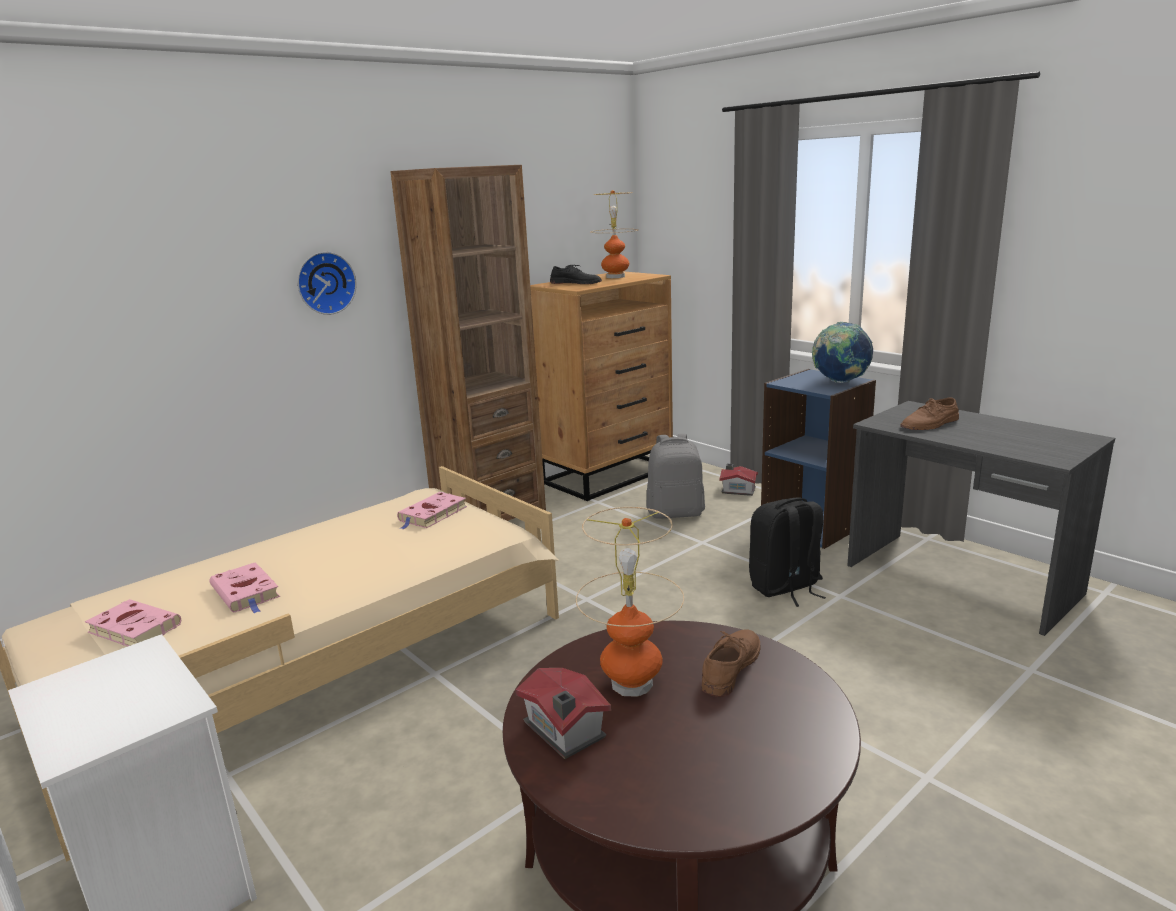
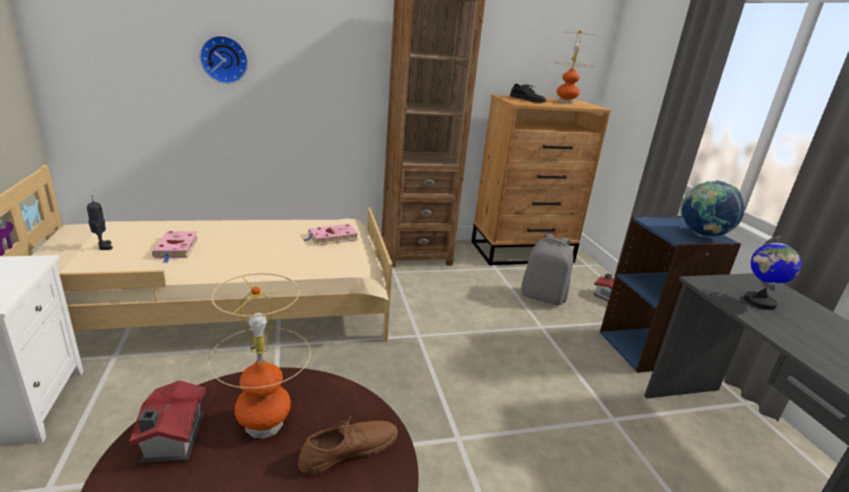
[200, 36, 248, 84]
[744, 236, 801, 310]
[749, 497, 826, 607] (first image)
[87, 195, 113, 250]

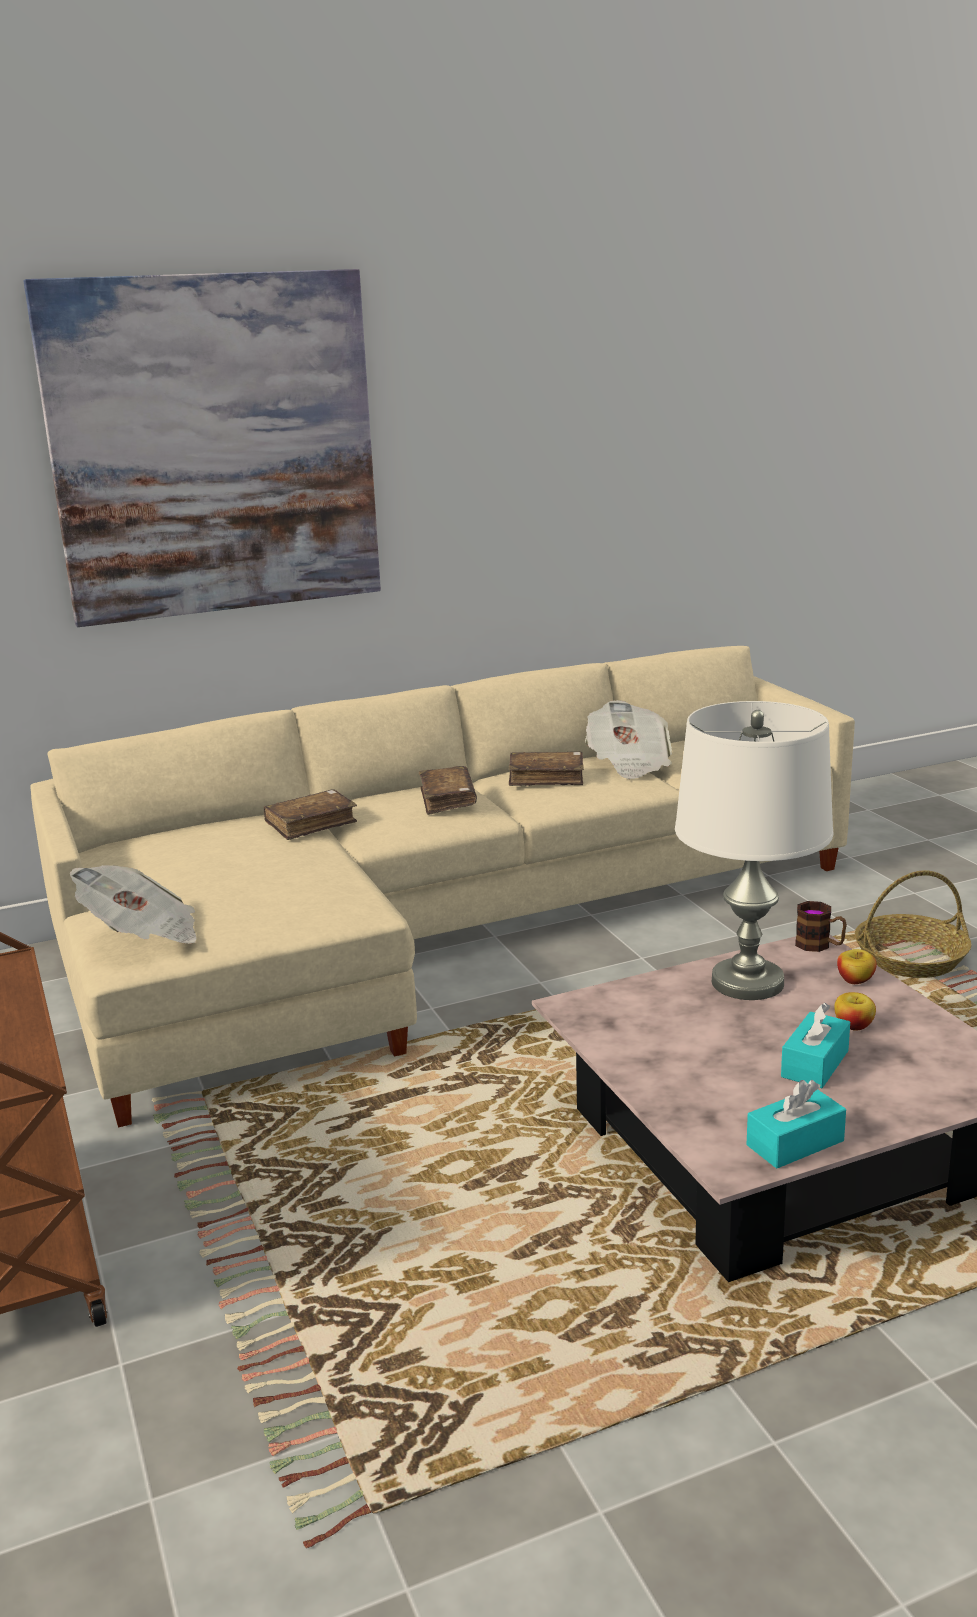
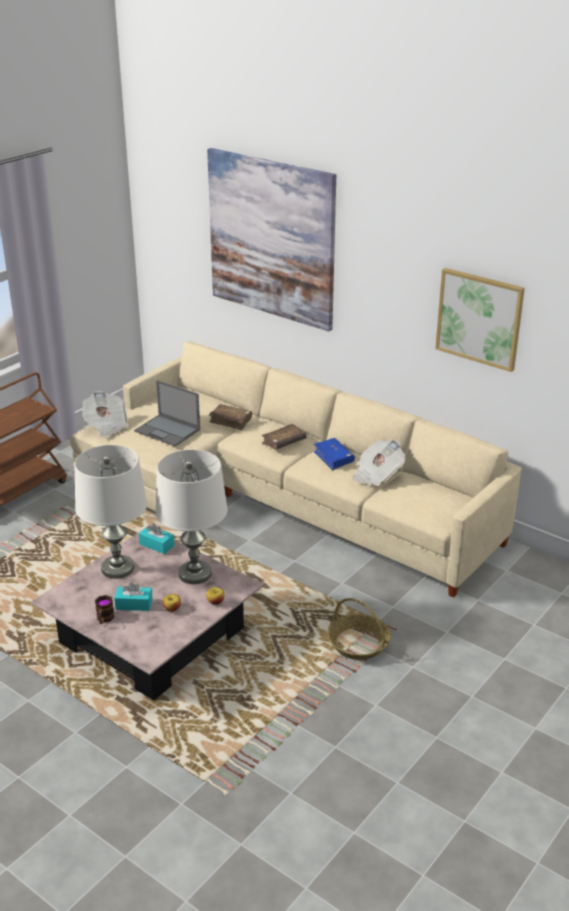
[314, 438, 355, 470]
[95, 595, 115, 624]
[139, 523, 175, 554]
[435, 268, 525, 372]
[134, 380, 200, 447]
[74, 445, 147, 579]

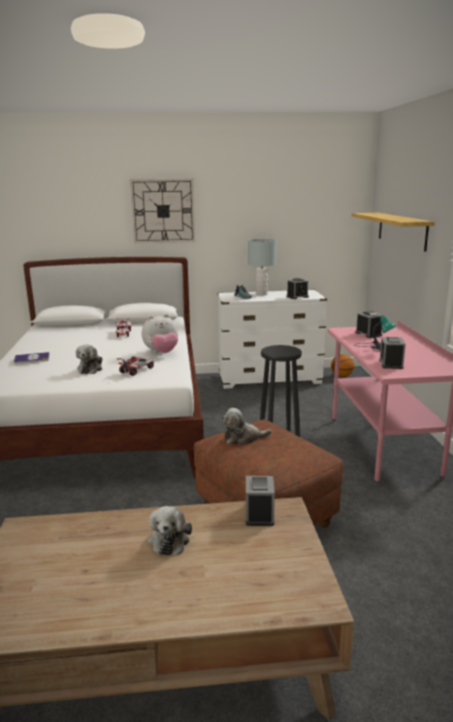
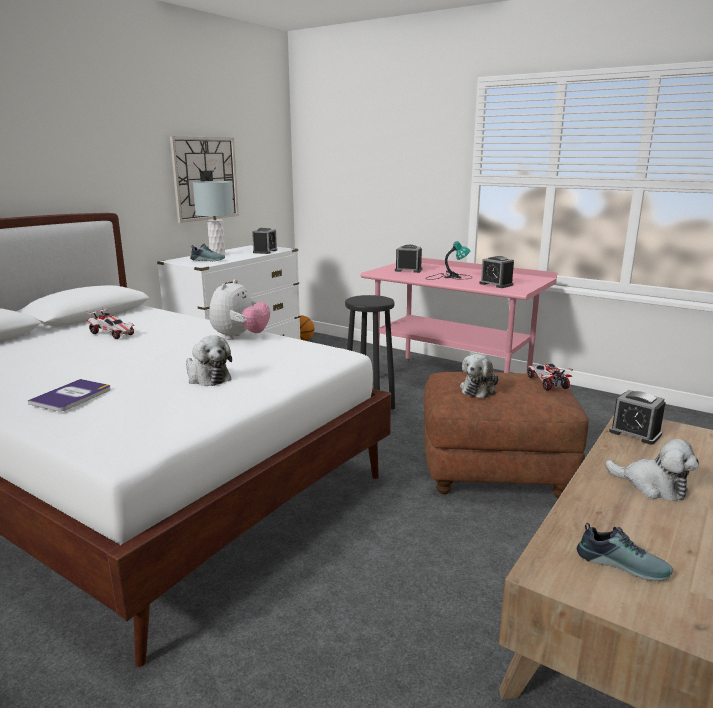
[170, 136, 239, 223]
[352, 213, 434, 252] (first image)
[526, 364, 573, 391]
[577, 523, 673, 581]

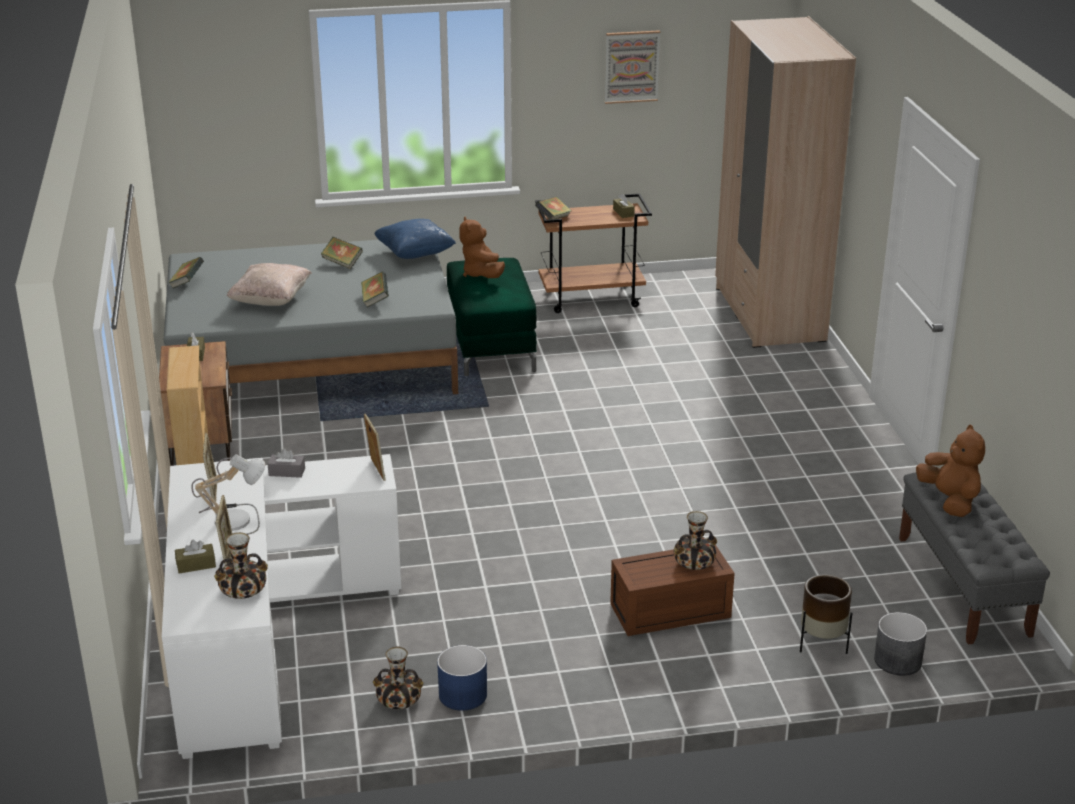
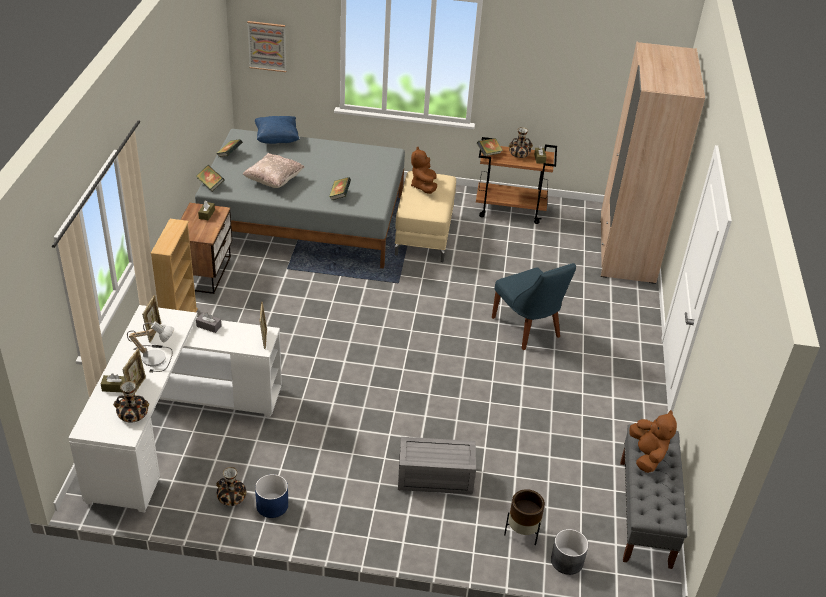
[247, 21, 286, 72]
[255, 116, 300, 144]
[196, 165, 224, 192]
[395, 171, 456, 262]
[509, 127, 533, 158]
[398, 437, 476, 494]
[492, 263, 576, 350]

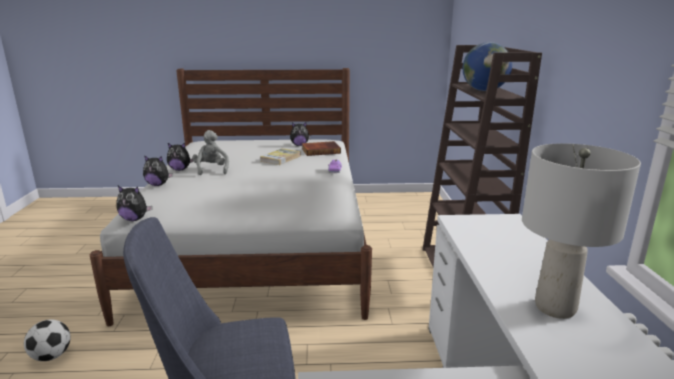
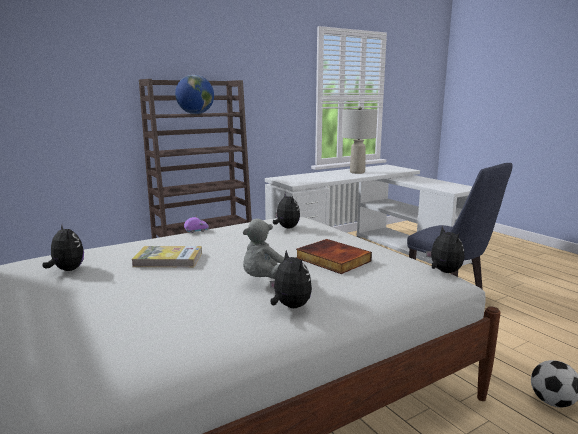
[296, 239, 372, 274]
[273, 192, 300, 229]

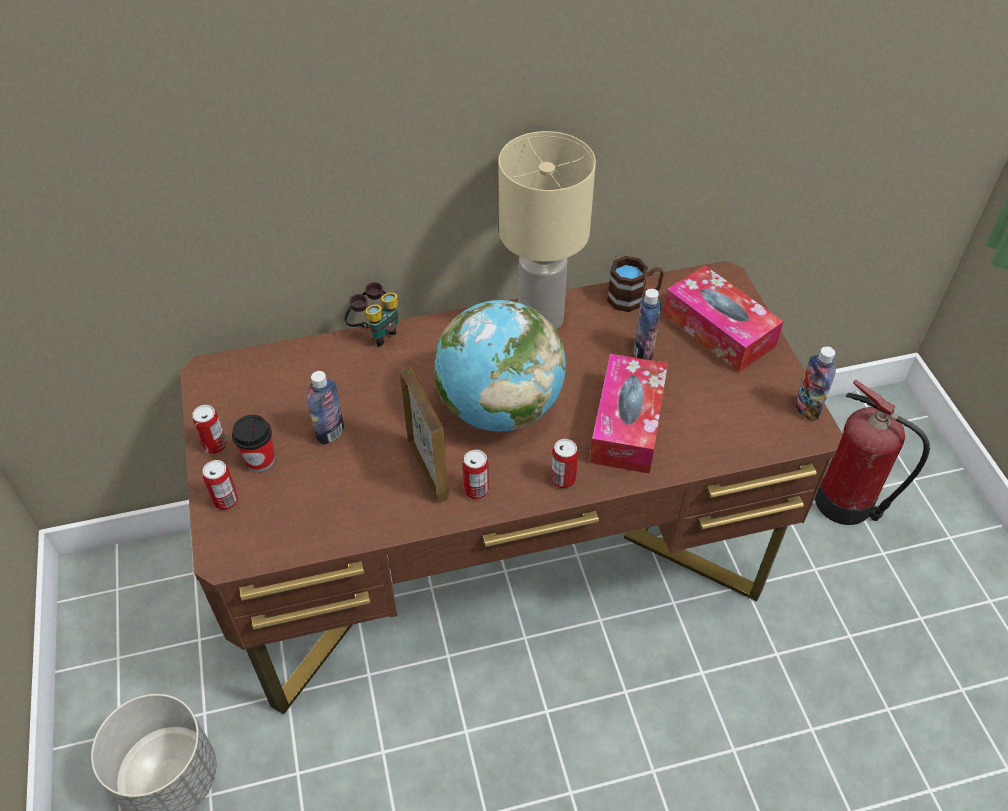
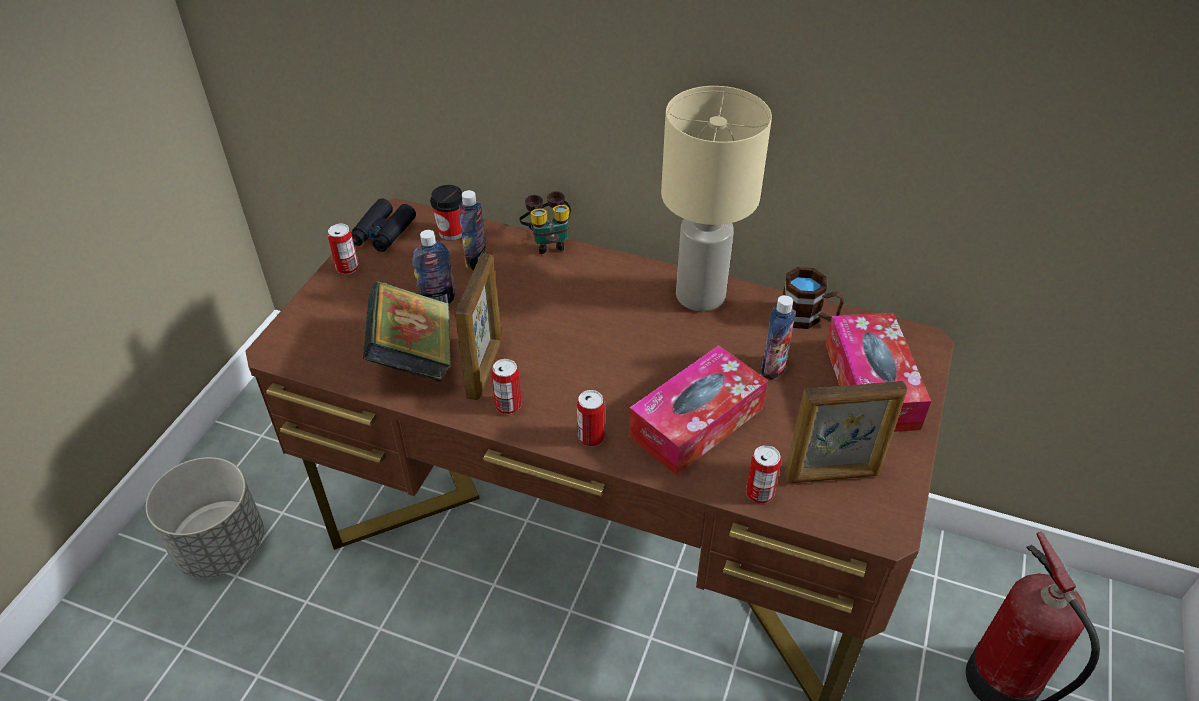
[434, 300, 566, 432] (first image)
[459, 190, 486, 270]
[430, 185, 462, 241]
[746, 445, 781, 503]
[351, 198, 416, 252]
[363, 281, 451, 382]
[785, 381, 907, 483]

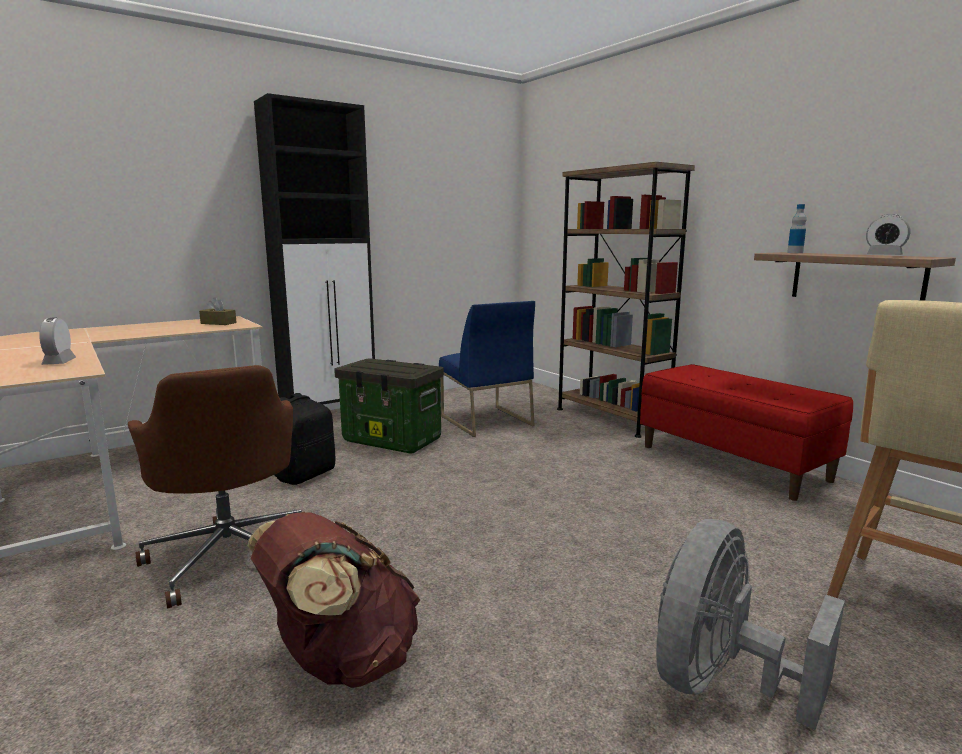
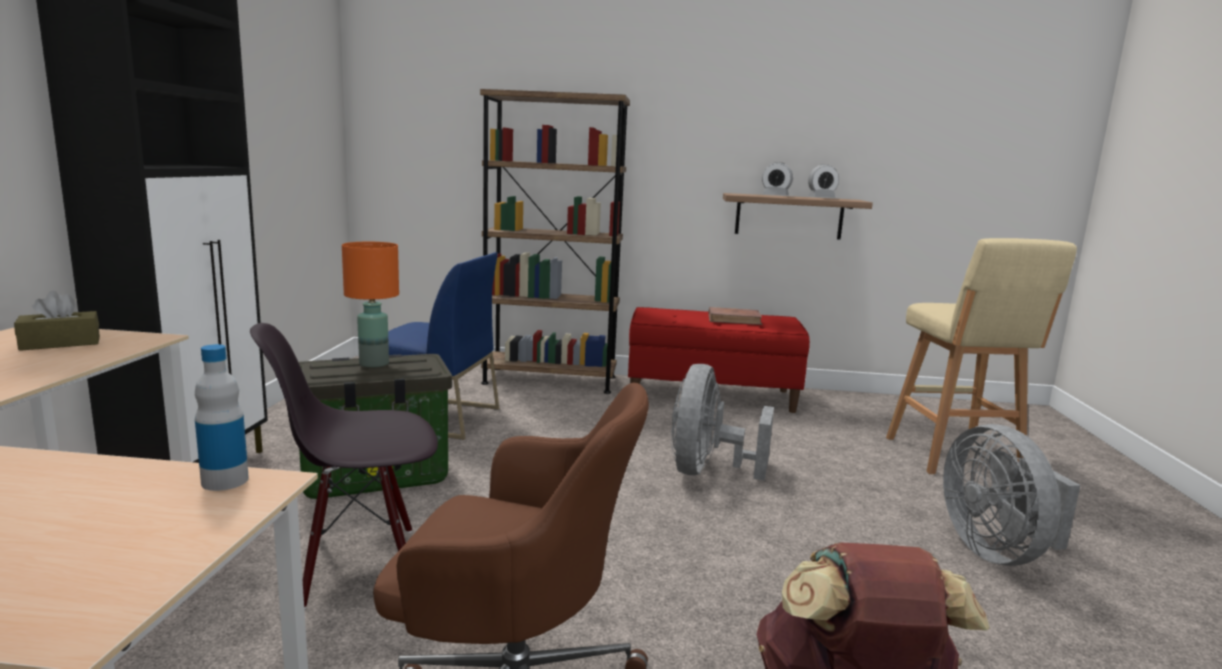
[195, 344, 249, 491]
[762, 162, 793, 196]
[250, 323, 438, 610]
[342, 242, 399, 368]
[708, 307, 763, 325]
[671, 364, 774, 481]

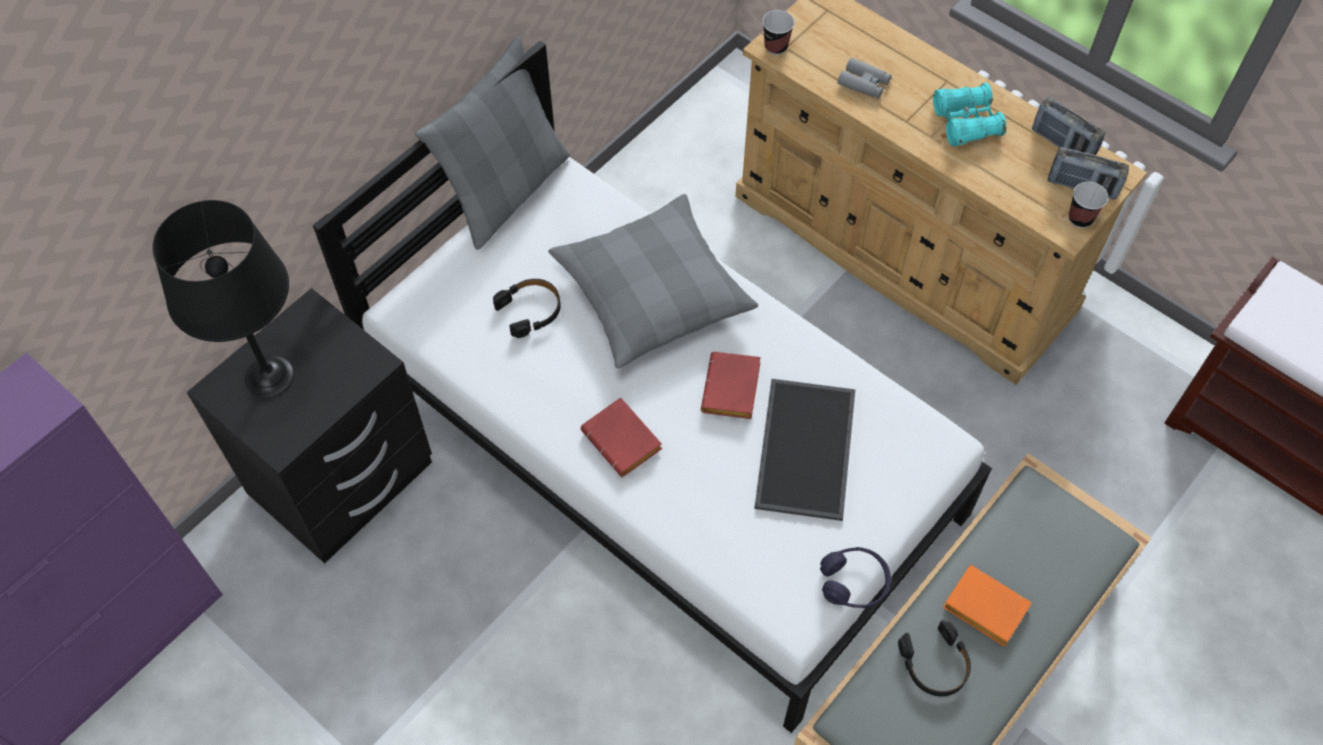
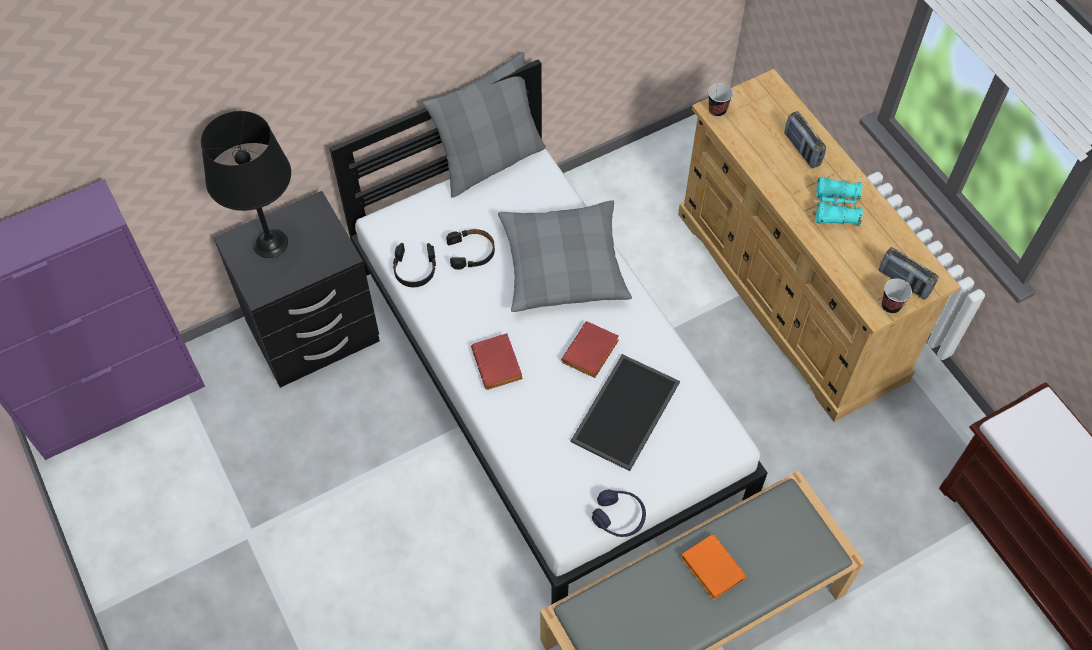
[837, 58, 892, 99] (first image)
[784, 111, 826, 168]
[393, 243, 436, 287]

